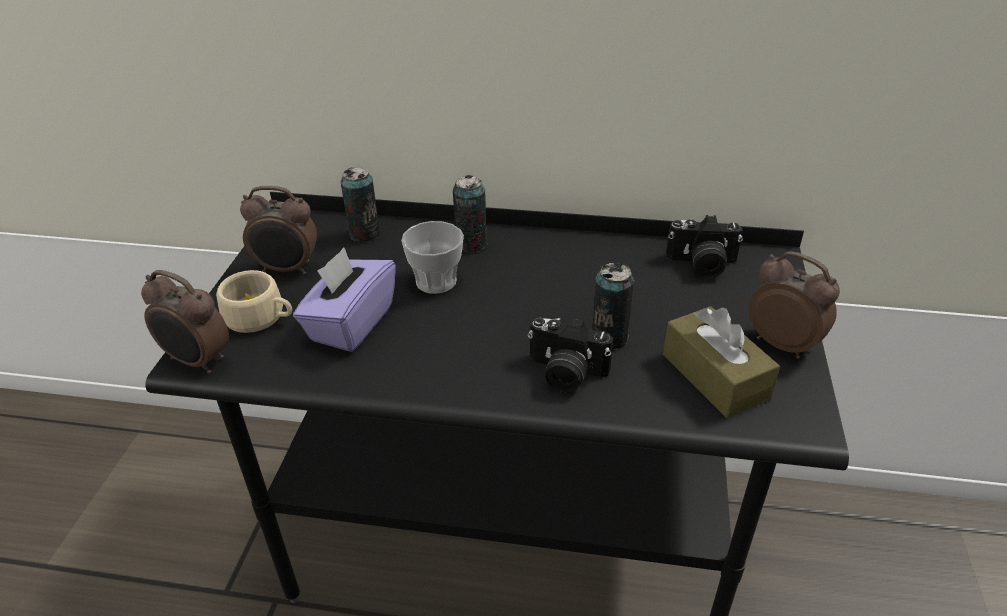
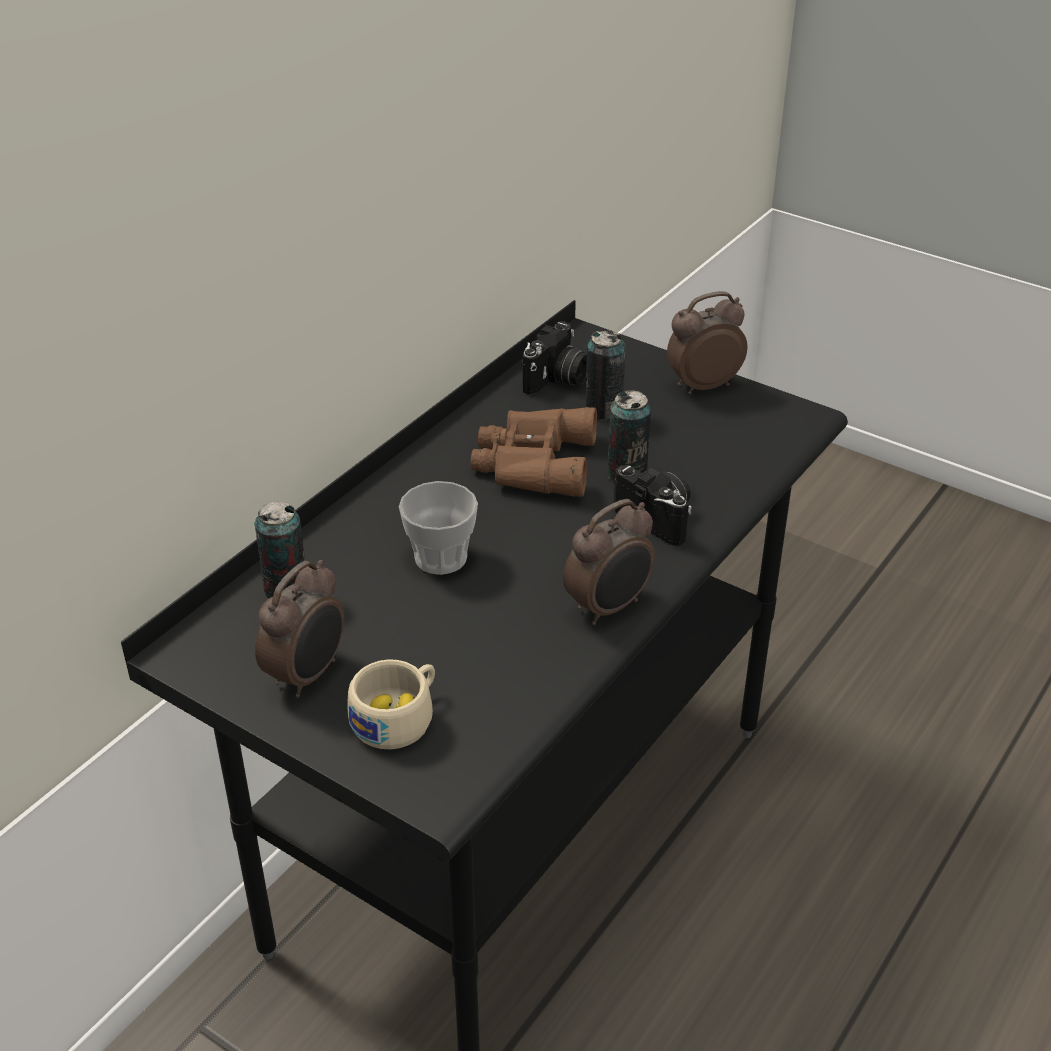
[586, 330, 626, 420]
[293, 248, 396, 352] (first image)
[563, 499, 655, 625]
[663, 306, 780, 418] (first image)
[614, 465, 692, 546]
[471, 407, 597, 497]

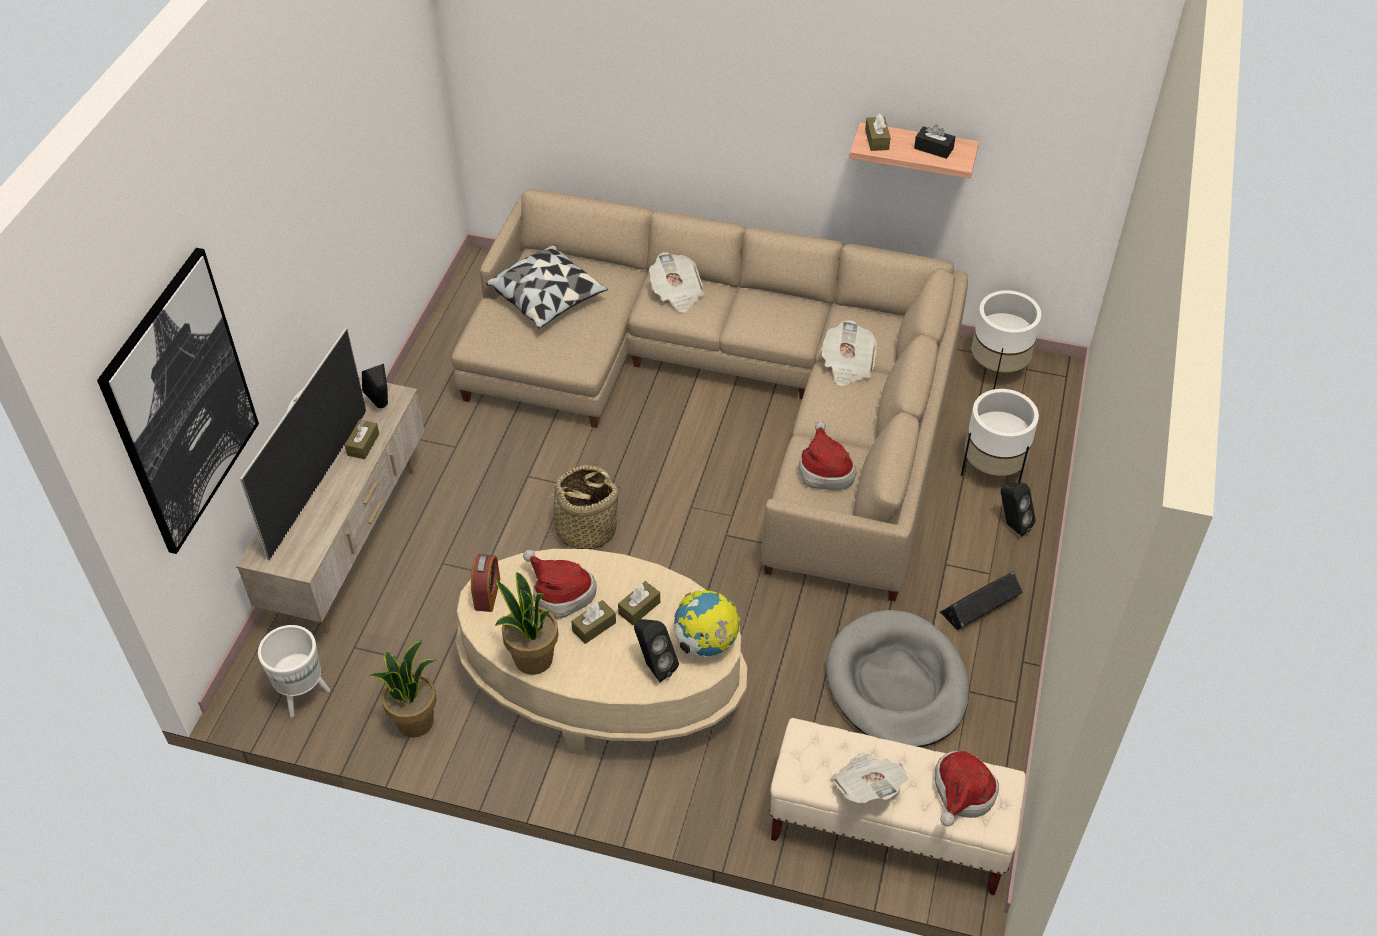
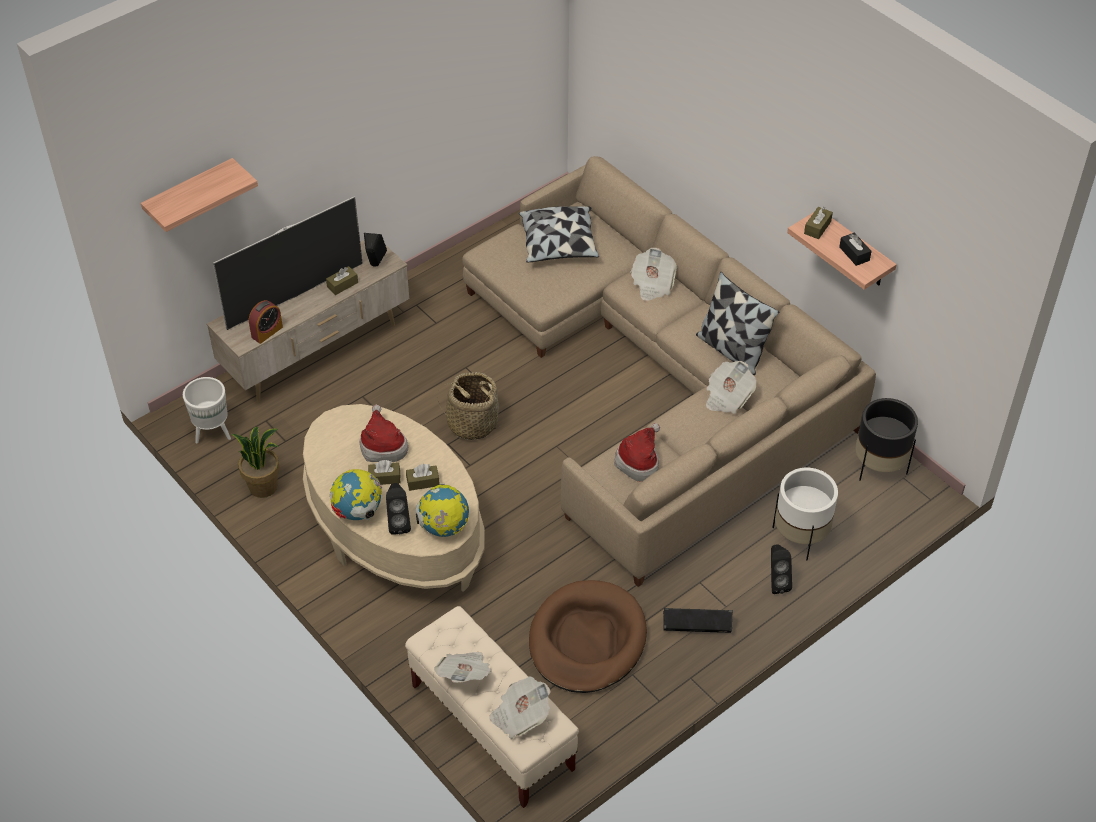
[141, 158, 258, 232]
[855, 398, 918, 481]
[249, 300, 283, 344]
[495, 572, 559, 675] (first image)
[529, 580, 647, 693]
[490, 677, 551, 739]
[696, 272, 779, 375]
[330, 469, 382, 520]

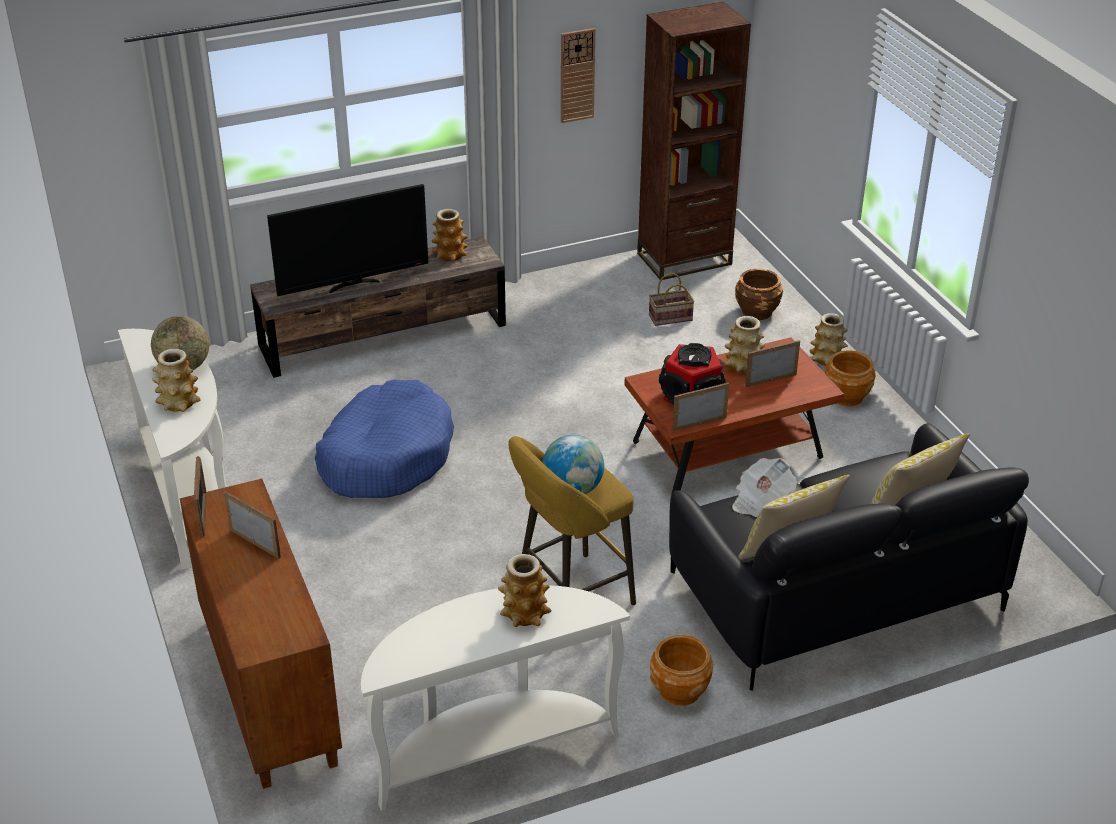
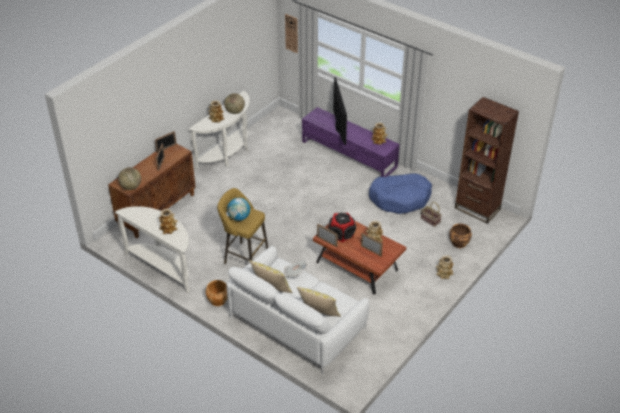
[285, 14, 298, 53]
[333, 77, 347, 145]
[302, 107, 399, 177]
[825, 350, 876, 406] (first image)
[369, 173, 432, 214]
[227, 246, 369, 375]
[118, 167, 141, 190]

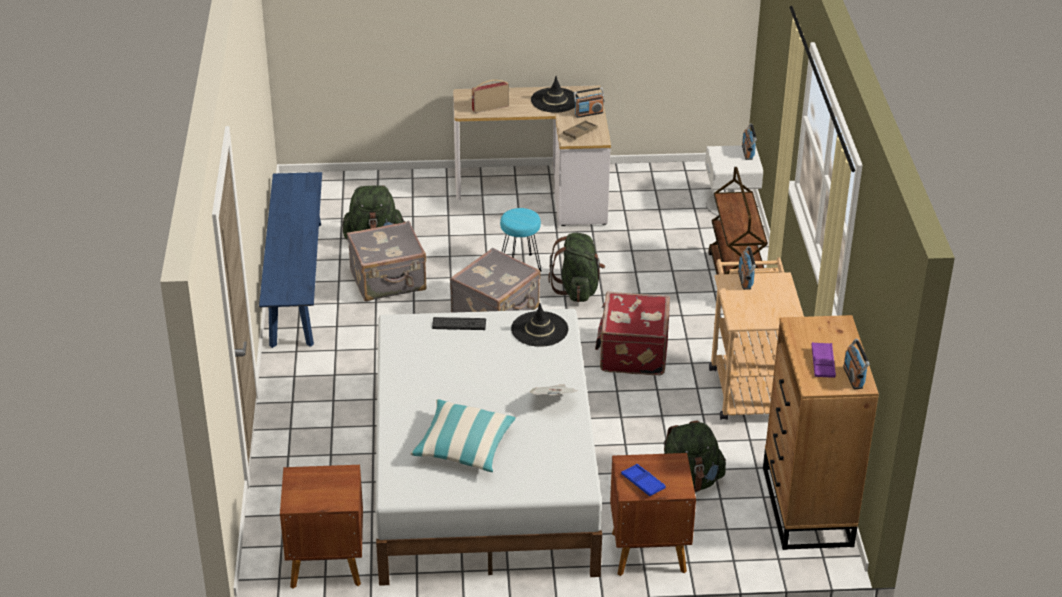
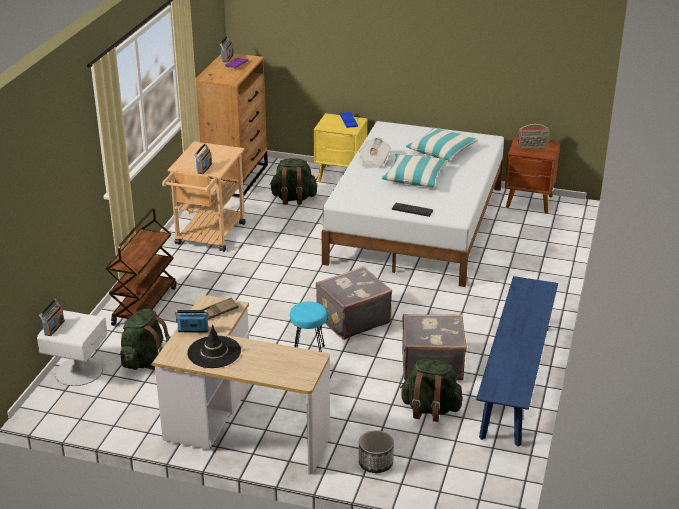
[518, 124, 549, 149]
[120, 309, 171, 370]
[595, 291, 670, 375] (first image)
[511, 303, 568, 347] (first image)
[314, 113, 367, 182]
[382, 154, 448, 187]
[359, 430, 394, 473]

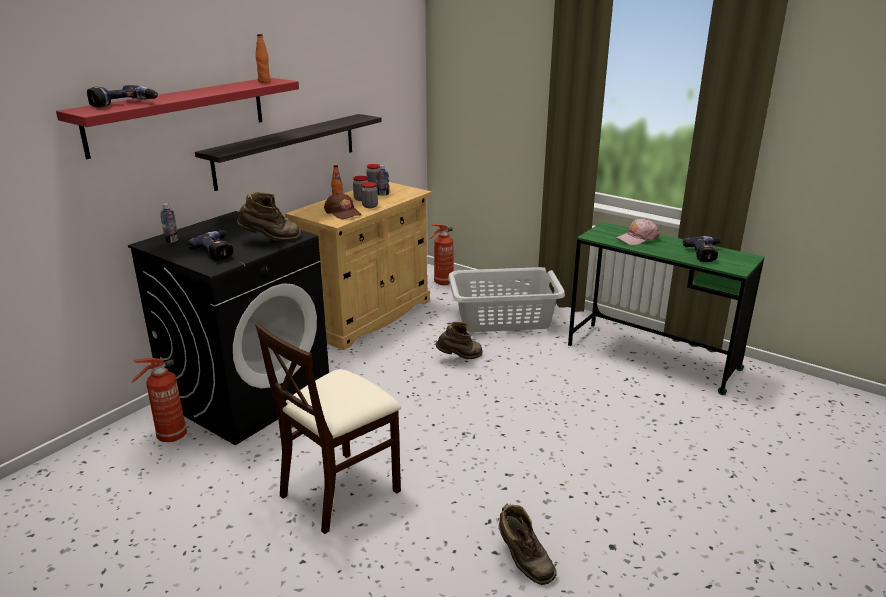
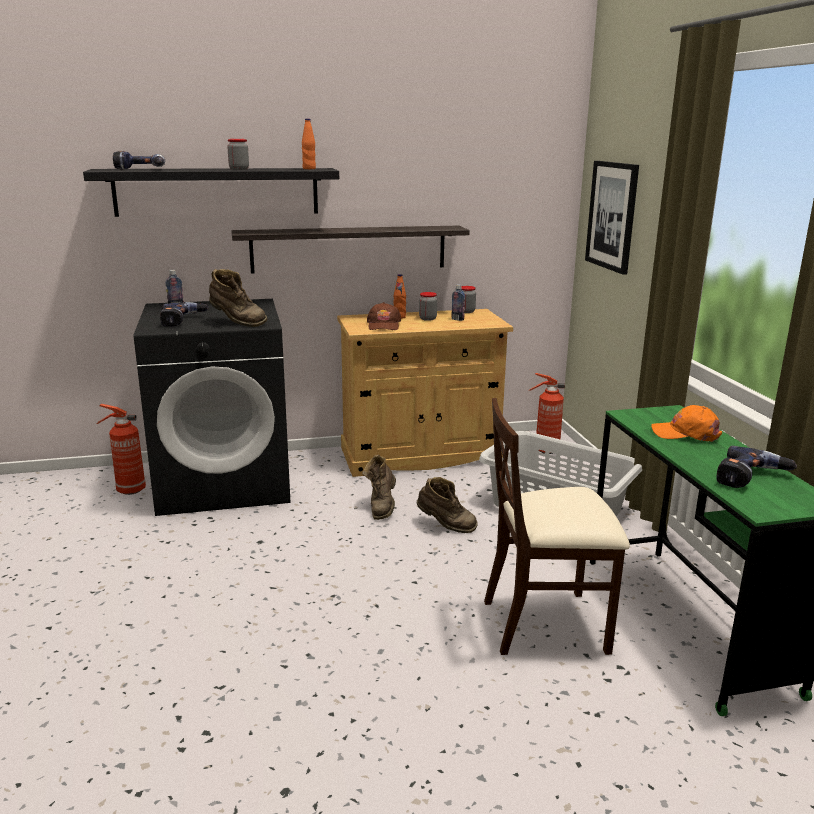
[83, 168, 339, 217]
[227, 139, 249, 170]
[651, 405, 722, 442]
[484, 398, 630, 655]
[362, 454, 396, 520]
[585, 161, 639, 275]

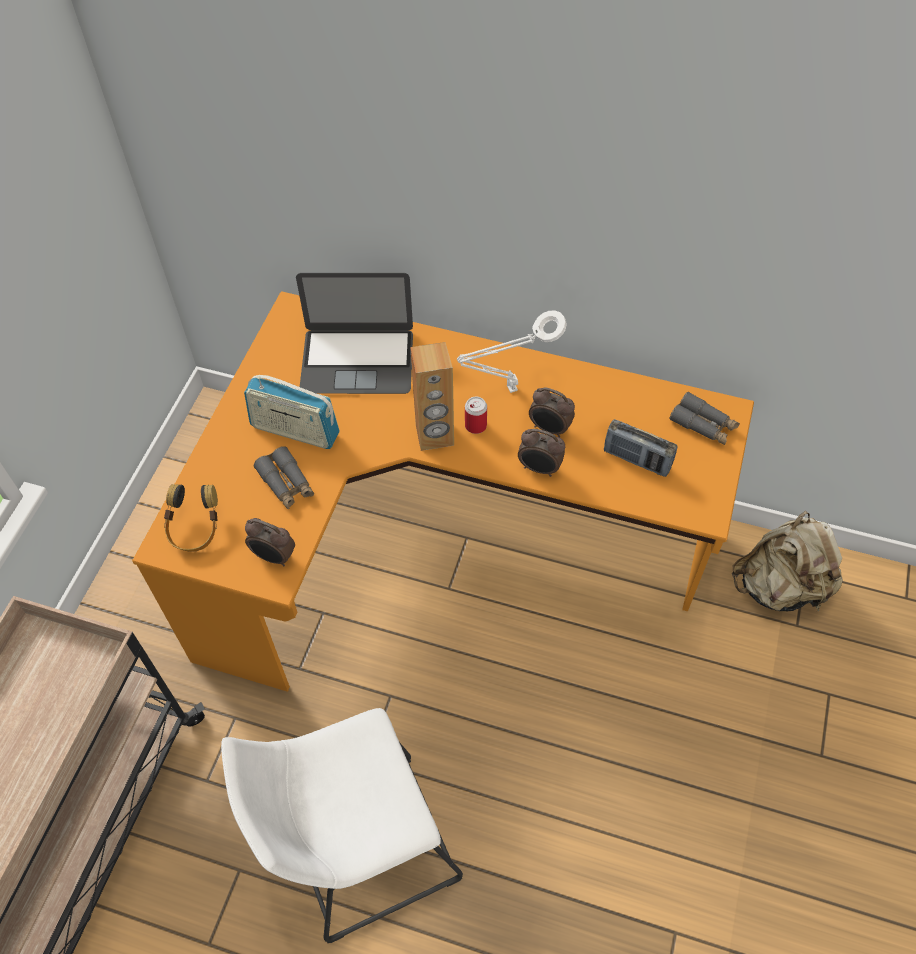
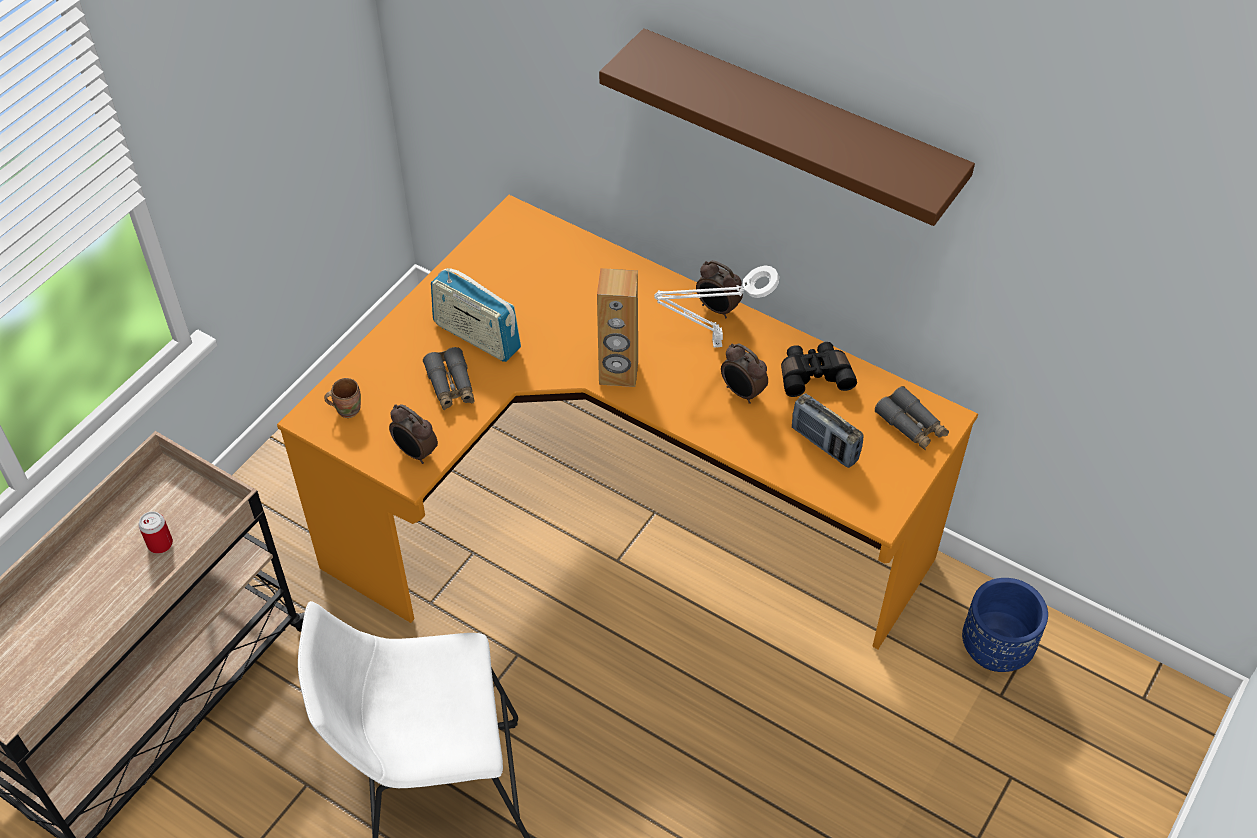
[296, 273, 413, 394] (first image)
[139, 511, 173, 554]
[696, 260, 743, 318]
[324, 378, 361, 418]
[962, 578, 1048, 672]
[599, 28, 975, 226]
[781, 342, 857, 397]

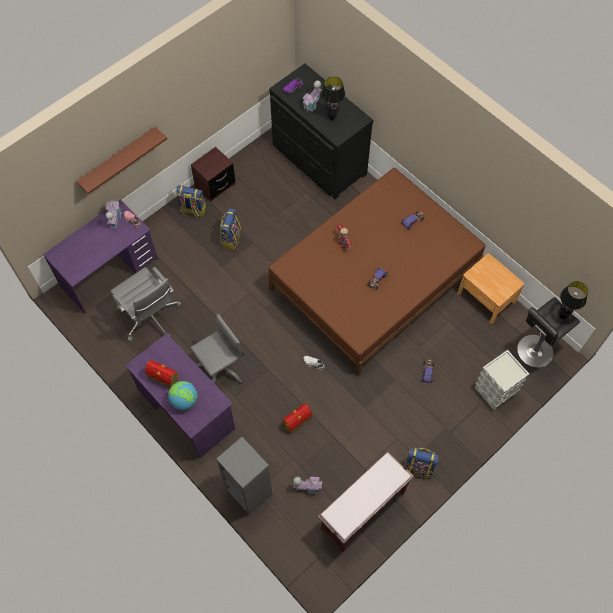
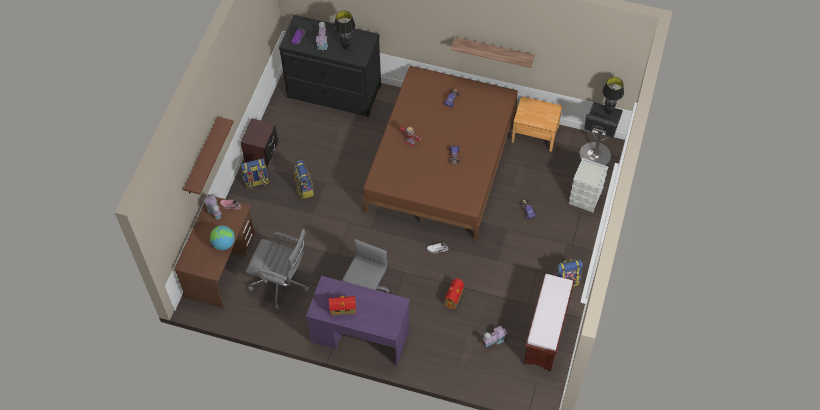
[174, 195, 255, 308]
[210, 225, 235, 250]
[216, 437, 272, 515] (first image)
[451, 37, 535, 68]

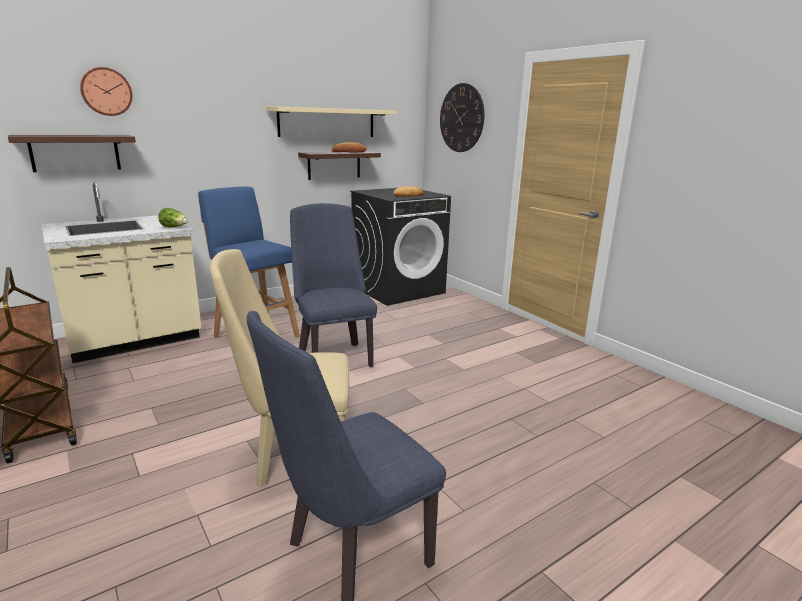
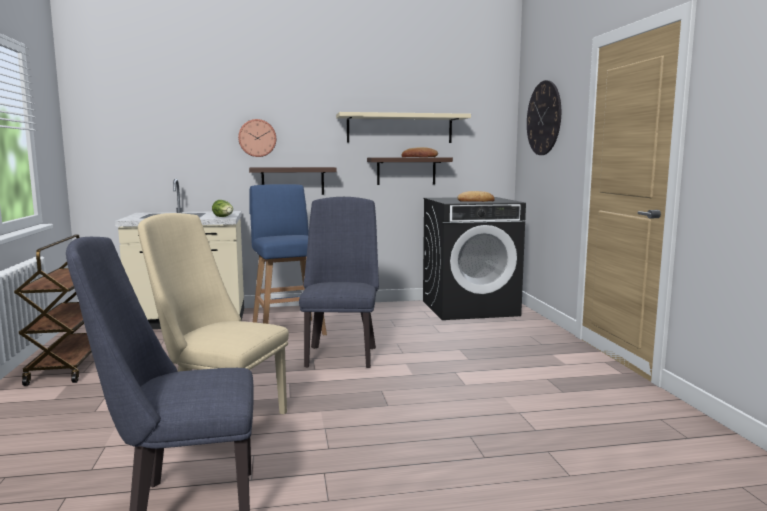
[238, 119, 276, 157]
[249, 167, 337, 195]

